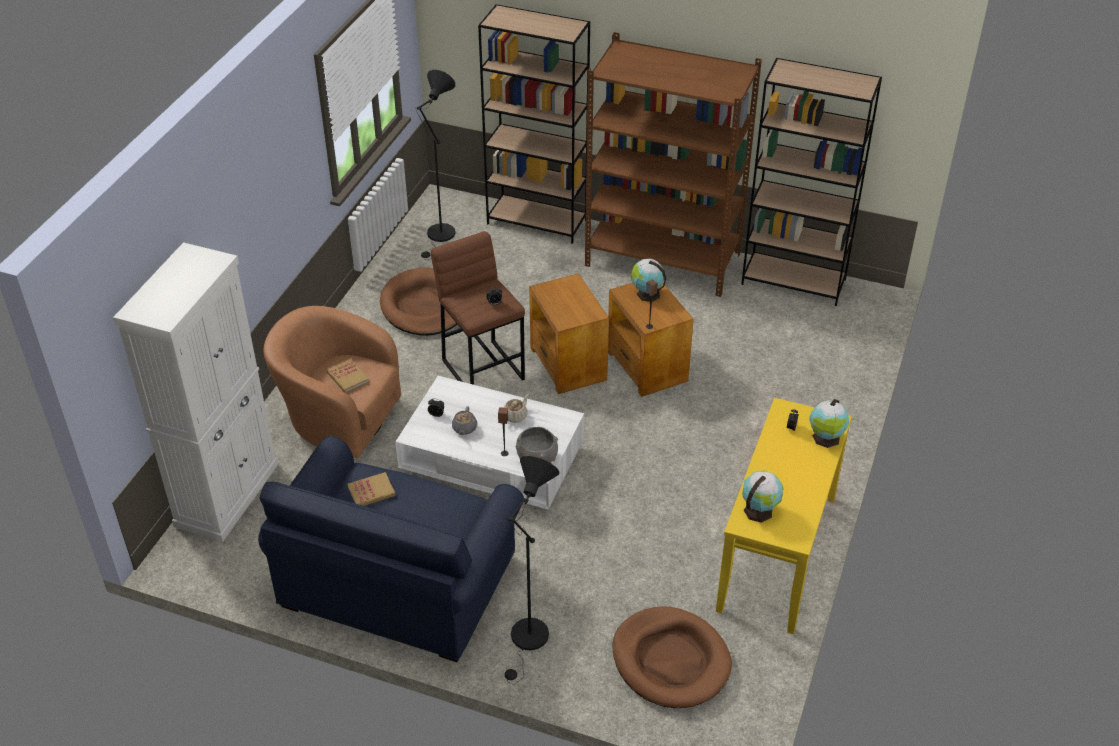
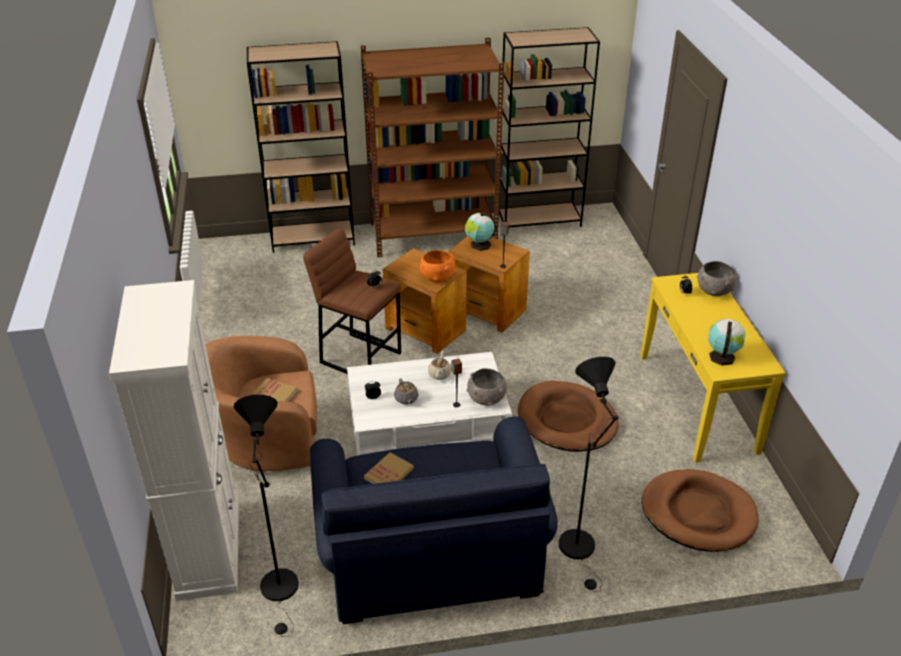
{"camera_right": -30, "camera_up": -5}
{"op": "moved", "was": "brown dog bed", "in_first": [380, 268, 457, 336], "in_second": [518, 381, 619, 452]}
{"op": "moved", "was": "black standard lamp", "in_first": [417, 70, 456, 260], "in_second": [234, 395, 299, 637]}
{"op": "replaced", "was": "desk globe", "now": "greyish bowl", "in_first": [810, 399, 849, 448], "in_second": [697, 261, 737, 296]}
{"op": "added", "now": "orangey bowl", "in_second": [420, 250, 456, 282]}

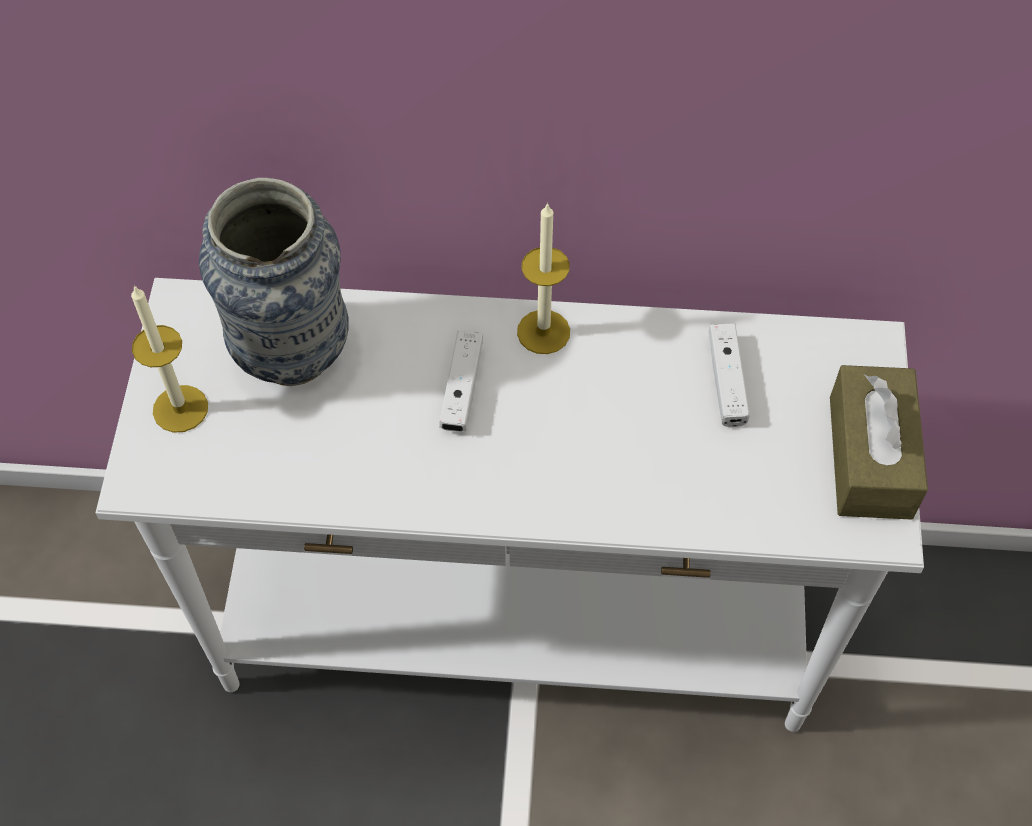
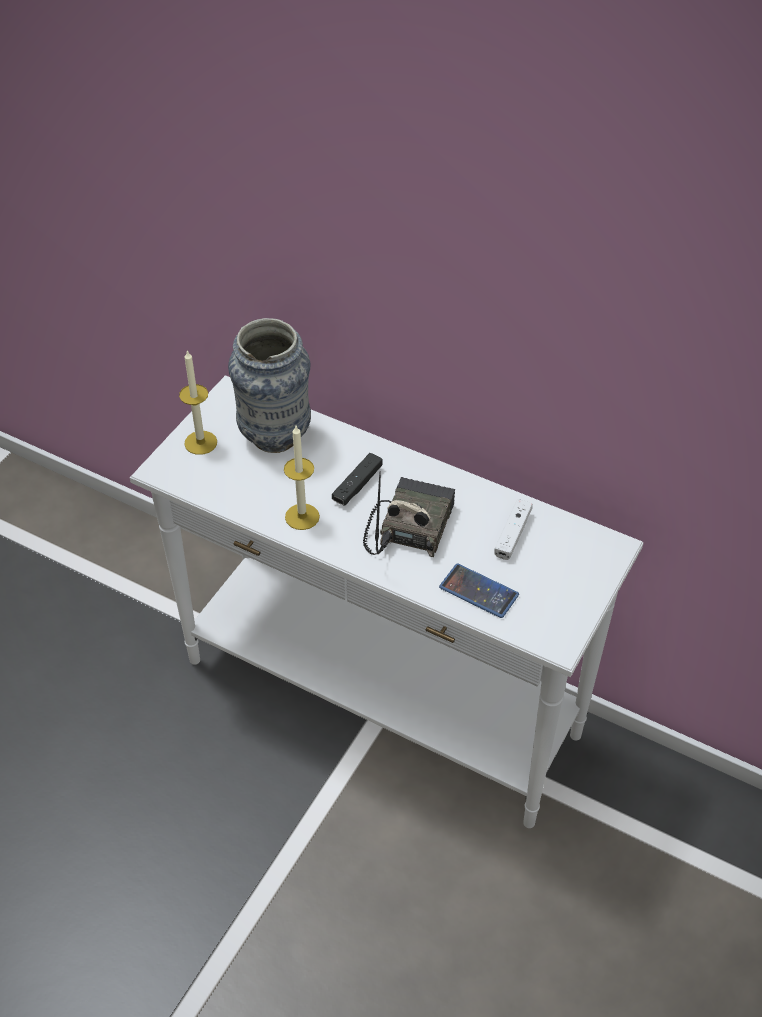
{"camera_right": 25, "camera_up": -10}
{"op": "recoloured", "was": "white-coloured joypad", "now": "black joypad", "in_first": [439, 330, 483, 432], "in_second": [332, 453, 383, 505]}
{"op": "moved", "was": "wax light", "in_first": [517, 202, 570, 354], "in_second": [284, 426, 320, 530]}
{"op": "removed", "was": "brown box of tissues", "in_first": [830, 365, 928, 520]}
{"op": "added", "now": "radio receiver", "in_second": [363, 472, 455, 557]}
{"op": "added", "now": "phone", "in_second": [439, 564, 519, 618]}

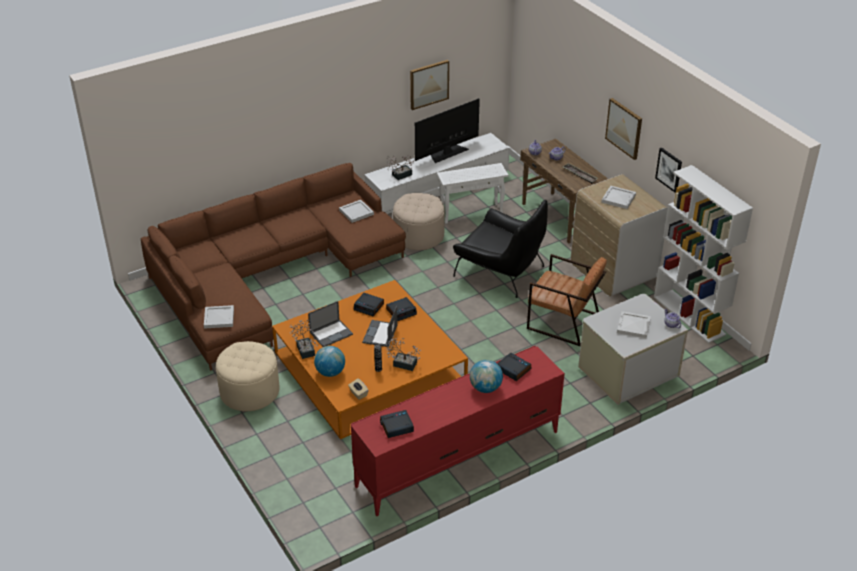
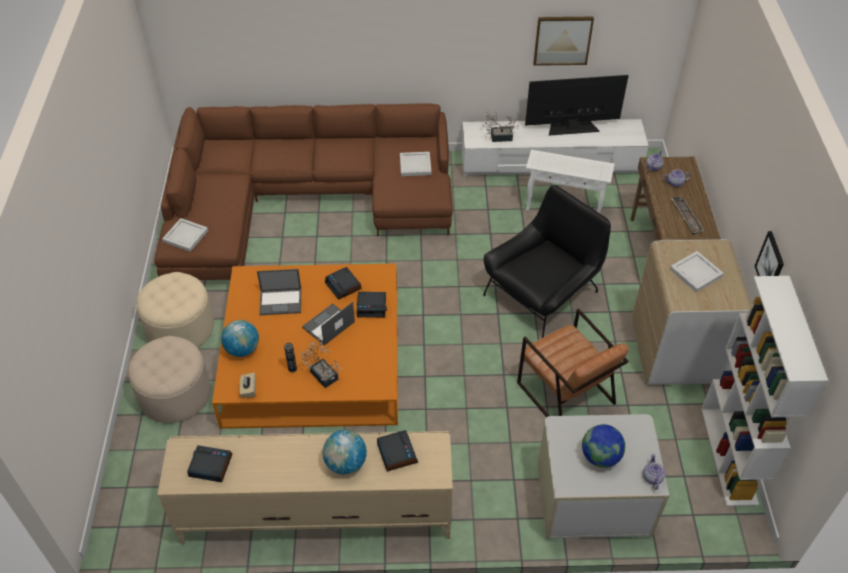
{"camera_right": 30, "camera_up": 10}
{"op": "removed", "was": "houseplant", "in_first": [289, 320, 318, 359]}
{"op": "recoloured", "was": "reddish cabinet", "now": "beige-coloured cabinet", "in_first": [351, 346, 565, 516], "in_second": [157, 431, 453, 545]}
{"op": "moved", "was": "beige-coloured footrest", "in_first": [393, 193, 445, 250], "in_second": [128, 336, 211, 423]}
{"op": "turned", "was": "black easy chair", "in_first": [453, 200, 548, 298], "in_second": [483, 185, 611, 338], "clockwise": -105}
{"op": "removed", "was": "picture", "in_first": [605, 98, 642, 160]}
{"op": "replaced", "was": "white-coloured carrying tray", "now": "desk globe", "in_first": [617, 311, 651, 338], "in_second": [582, 424, 625, 468]}

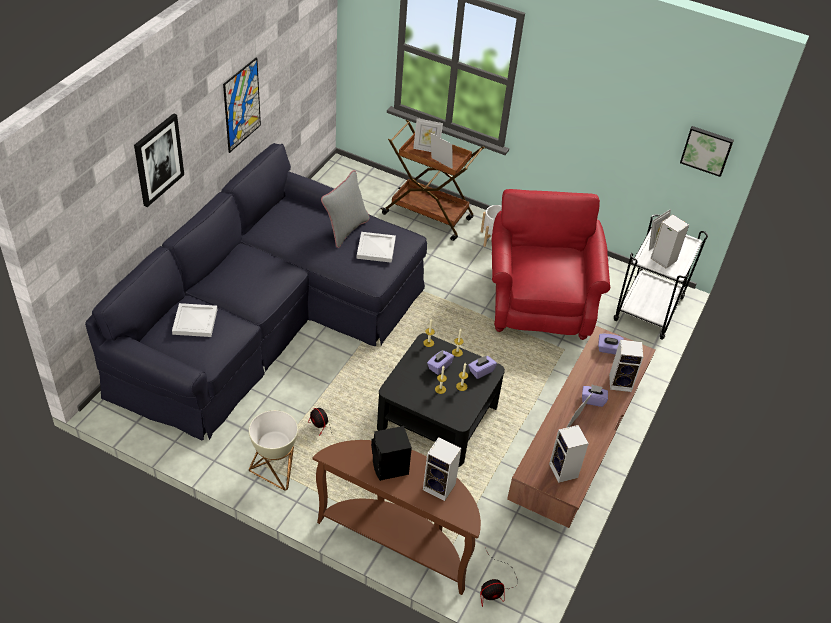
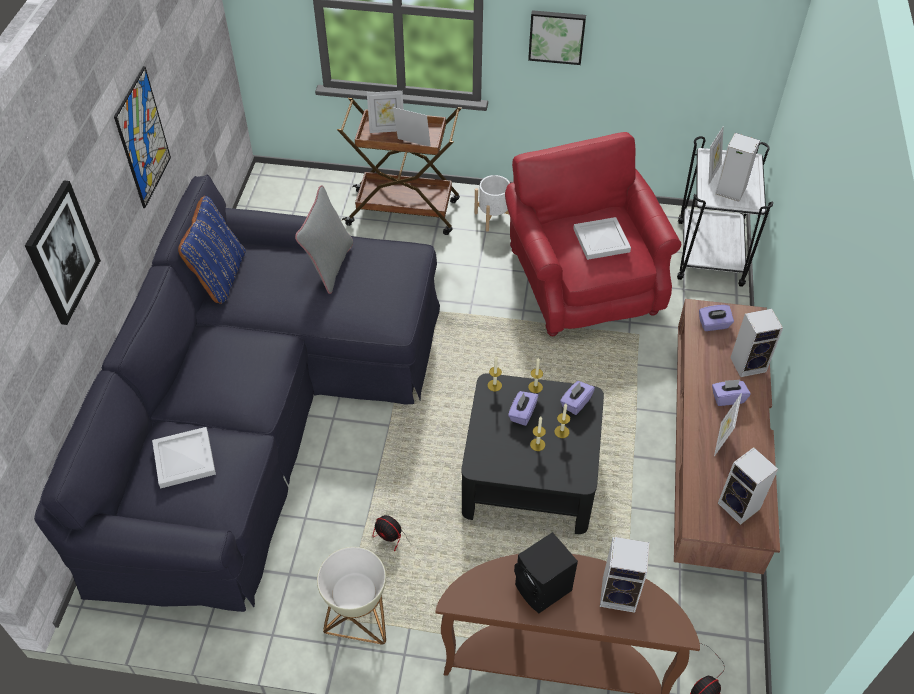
{"camera_right": -15, "camera_up": 5}
{"op": "moved", "was": "white-coloured carrying tray", "in_first": [357, 232, 396, 263], "in_second": [573, 217, 631, 260]}
{"op": "moved", "was": "picture", "in_first": [680, 126, 734, 177], "in_second": [528, 10, 586, 65]}
{"op": "added", "now": "blue pillow", "in_second": [178, 196, 246, 304]}

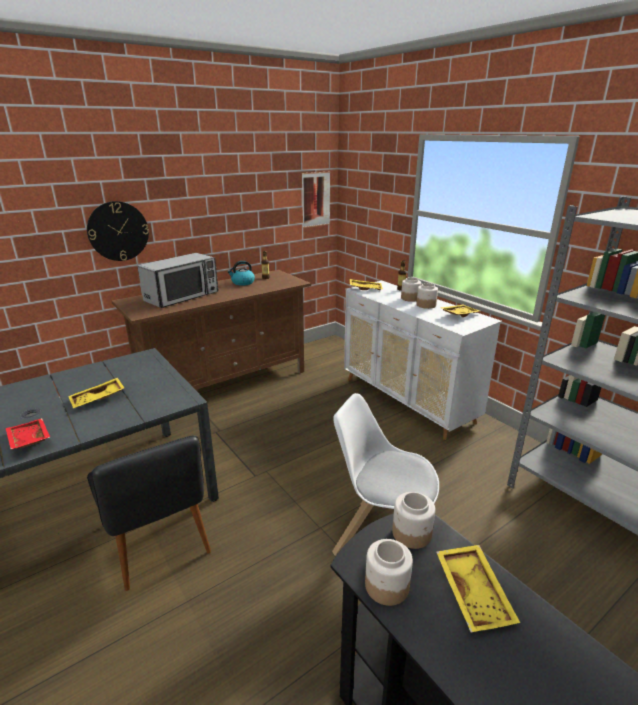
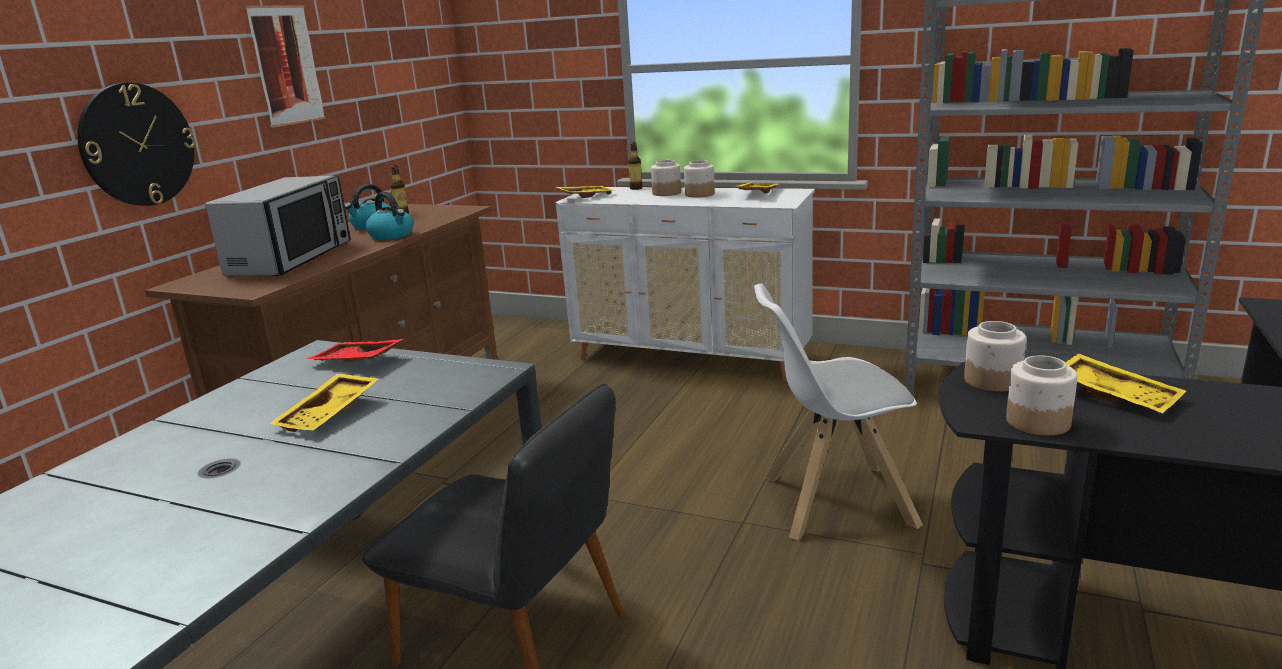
{"camera_right": -30, "camera_up": -5}
{"op": "moved", "was": "reddish carrying tray", "in_first": [6, 418, 50, 449], "in_second": [307, 339, 403, 362]}
{"op": "moved", "was": "picture", "in_first": [302, 171, 330, 228], "in_second": [245, 5, 326, 128]}
{"op": "added", "now": "water kettle", "in_second": [366, 192, 413, 240]}

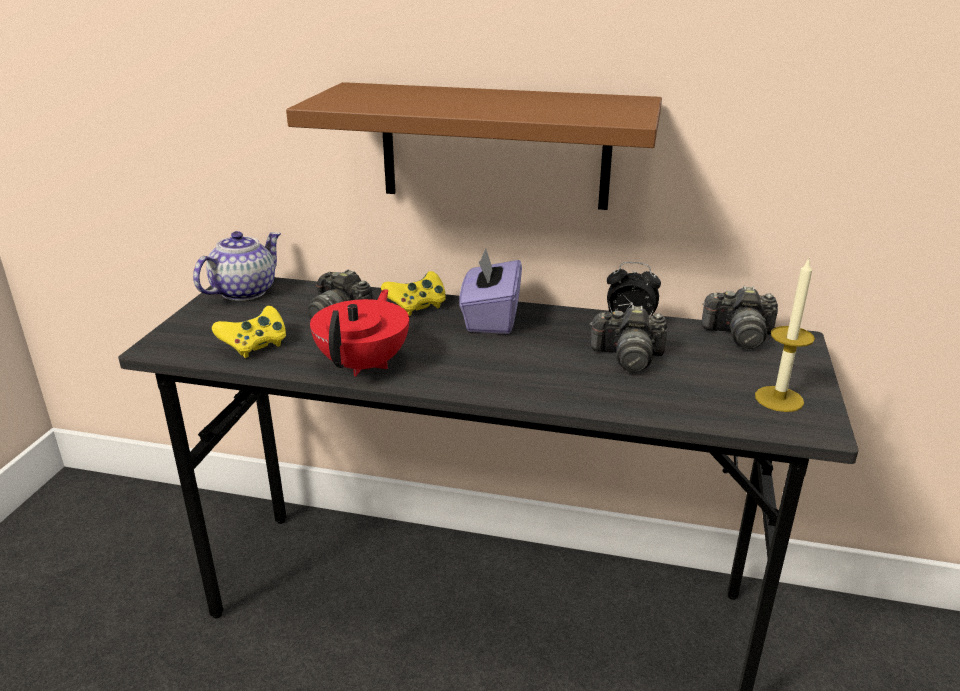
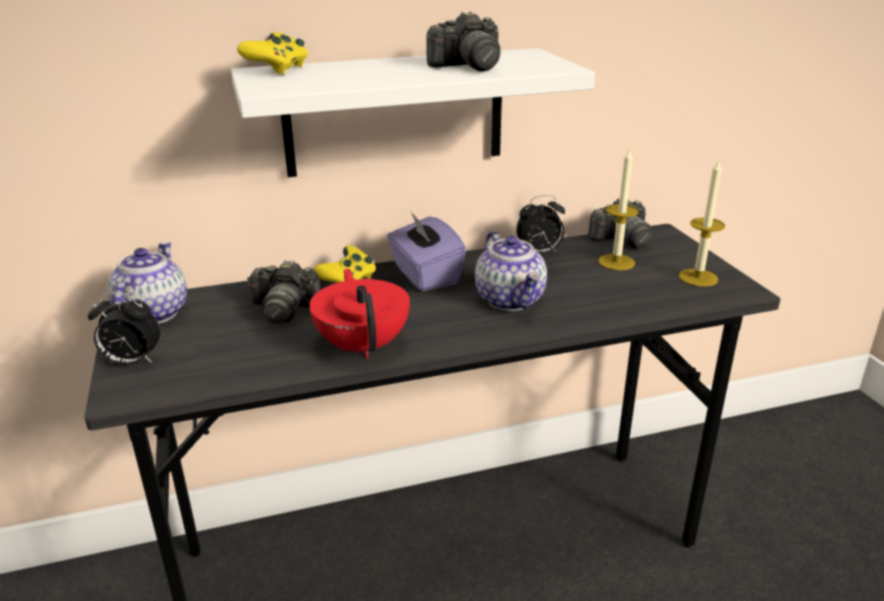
{"camera_right": -30, "camera_up": 0}
{"op": "moved", "was": "yellowish joypad", "in_first": [212, 306, 286, 358], "in_second": [237, 32, 308, 75]}
{"op": "recoloured", "was": "brown wall shelf", "now": "white-coloured wall shelf", "in_first": [286, 82, 662, 210], "in_second": [231, 48, 595, 177]}
{"op": "moved", "was": "photo camera", "in_first": [589, 305, 667, 372], "in_second": [426, 11, 501, 72]}
{"op": "added", "now": "bedside clock", "in_second": [88, 292, 160, 364]}
{"op": "added", "now": "tea pot", "in_second": [475, 231, 547, 311]}
{"op": "added", "now": "wax light", "in_second": [598, 147, 639, 270]}

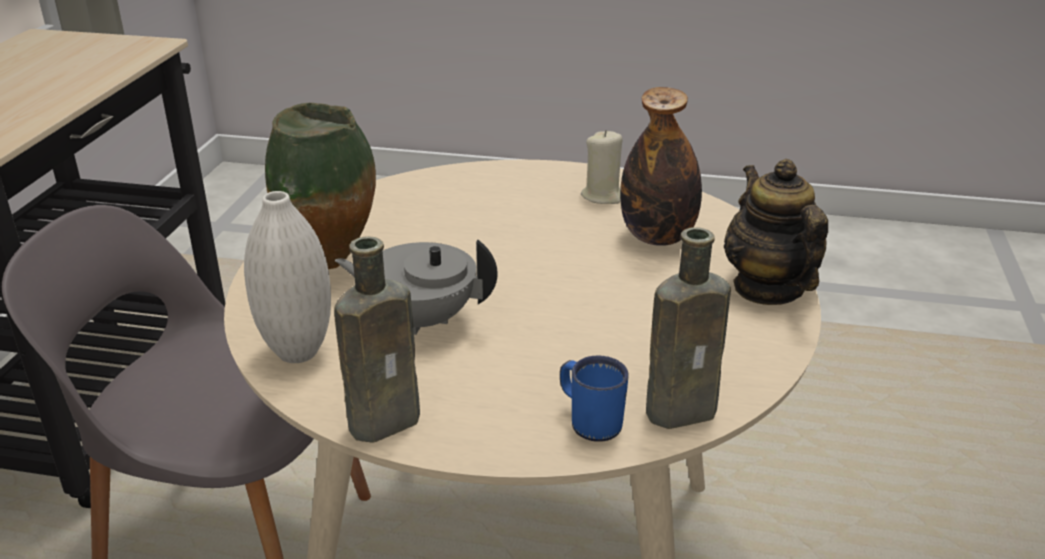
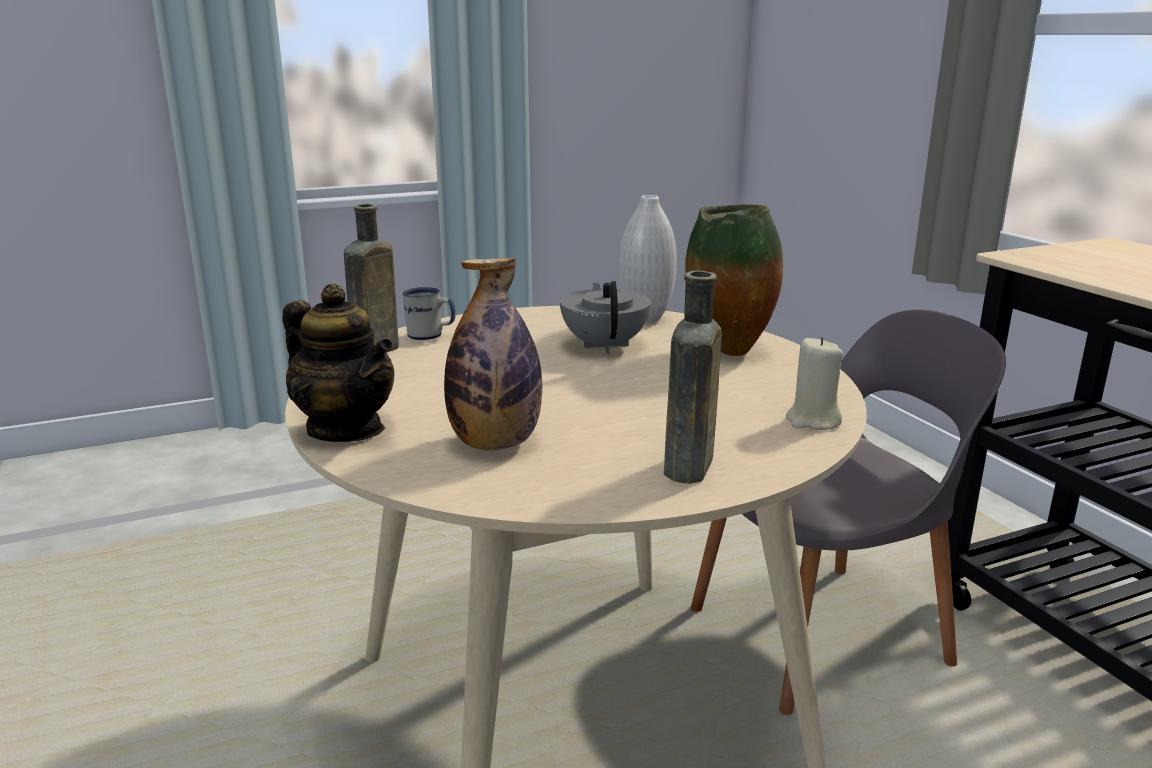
{"camera_right": 145, "camera_up": -10}
{"op": "moved", "was": "brown bottle", "in_first": [334, 236, 420, 443], "in_second": [664, 271, 722, 484]}
{"op": "turned", "was": "greyish tea pot", "in_first": [335, 240, 498, 335], "in_second": [560, 281, 651, 353], "clockwise": -75}
{"op": "recoloured", "was": "blue coffee mug", "now": "white-coloured coffee mug", "in_first": [560, 356, 629, 442], "in_second": [403, 287, 456, 340]}
{"op": "moved", "was": "beige-coloured wax light", "in_first": [581, 130, 623, 204], "in_second": [786, 337, 843, 430]}

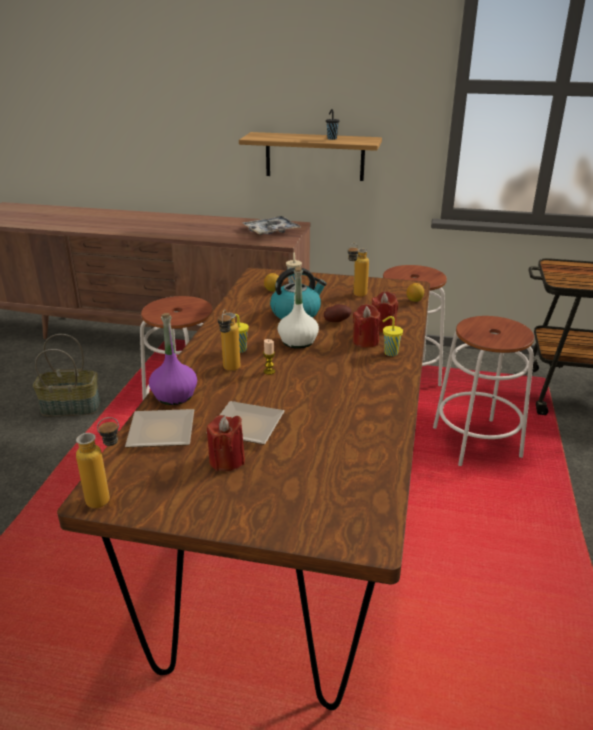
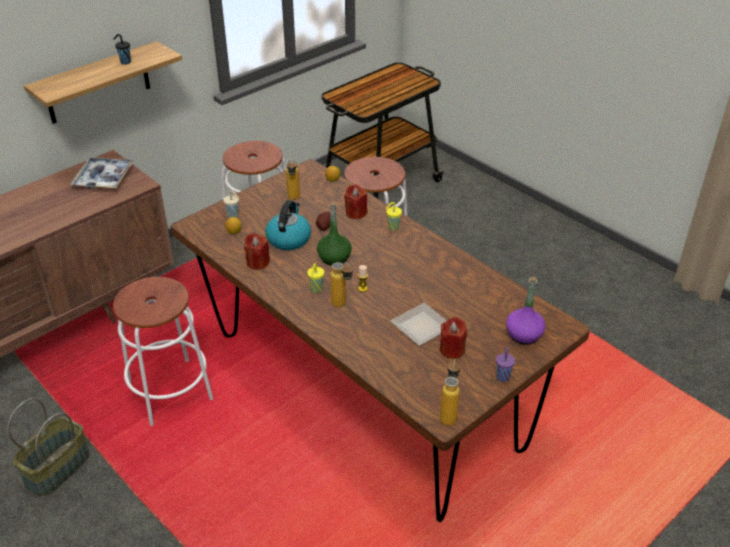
{"camera_right": -55, "camera_up": 10}
{"op": "removed", "was": "dinner plate", "in_first": [125, 409, 194, 448]}
{"op": "moved", "was": "purplish bottle", "in_first": [149, 313, 197, 405], "in_second": [506, 277, 545, 345]}
{"op": "recoloured", "was": "white-coloured bottle", "now": "green bottle", "in_first": [278, 267, 319, 349], "in_second": [317, 202, 352, 266]}
{"op": "moved", "was": "reddish wax light", "in_first": [353, 304, 381, 348], "in_second": [244, 233, 270, 270]}
{"op": "added", "now": "purplish small cup", "in_second": [496, 347, 515, 382]}

